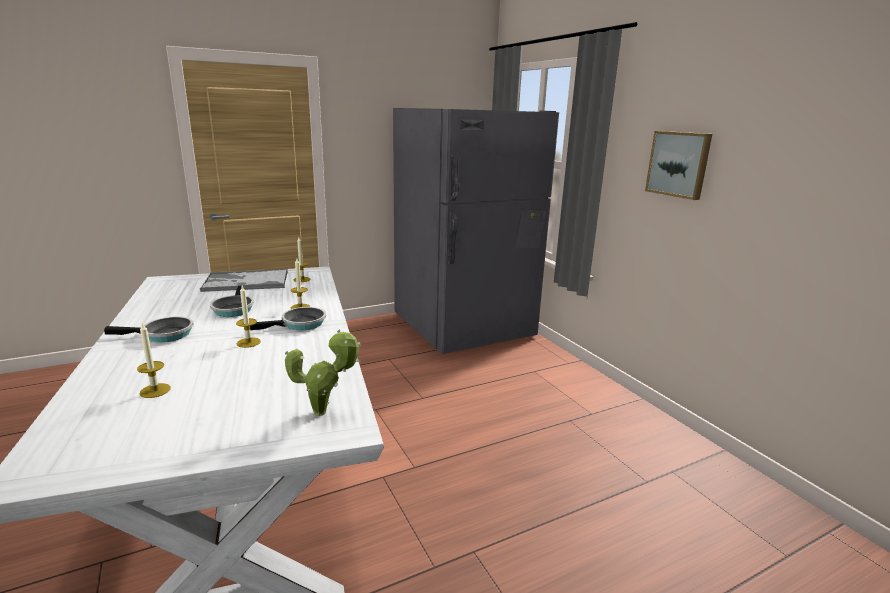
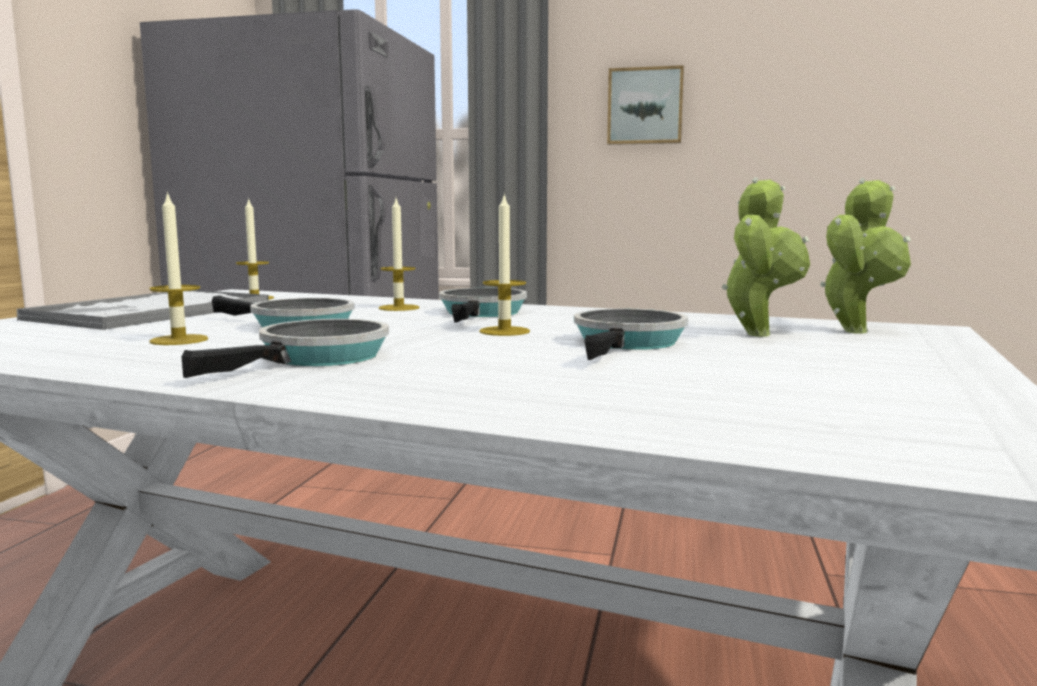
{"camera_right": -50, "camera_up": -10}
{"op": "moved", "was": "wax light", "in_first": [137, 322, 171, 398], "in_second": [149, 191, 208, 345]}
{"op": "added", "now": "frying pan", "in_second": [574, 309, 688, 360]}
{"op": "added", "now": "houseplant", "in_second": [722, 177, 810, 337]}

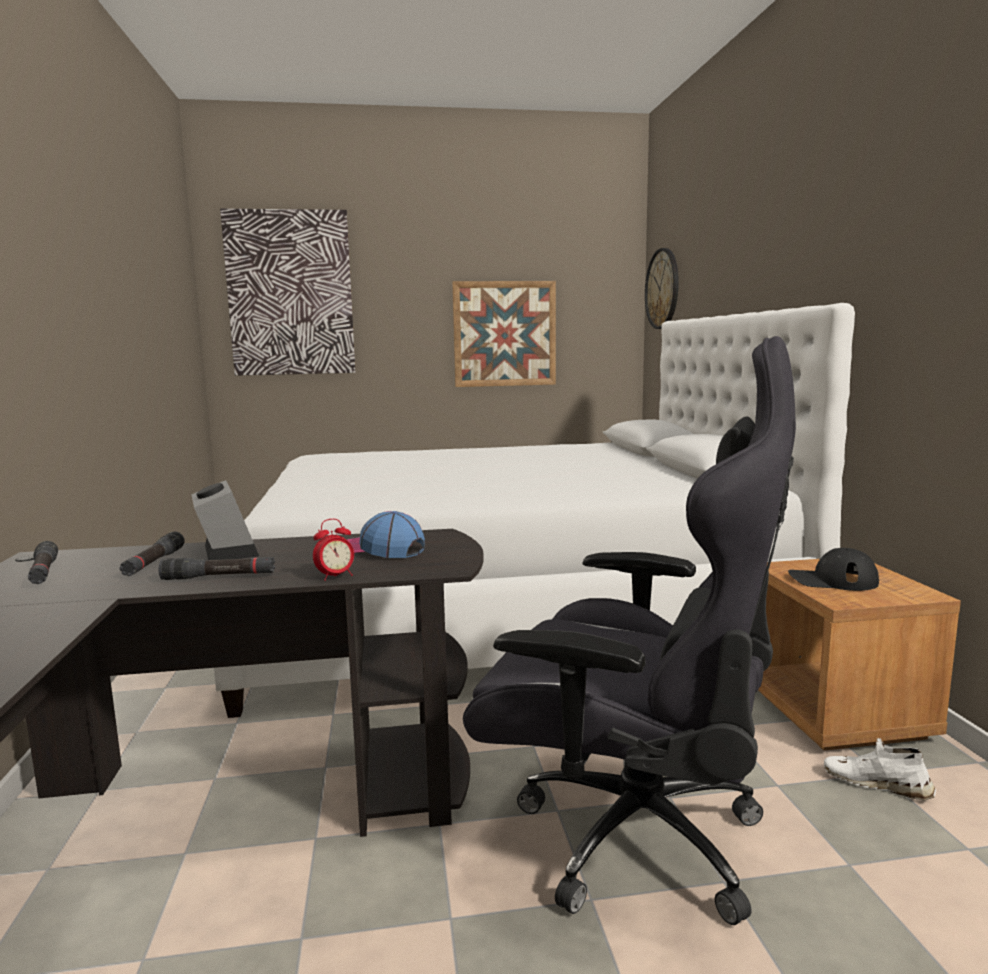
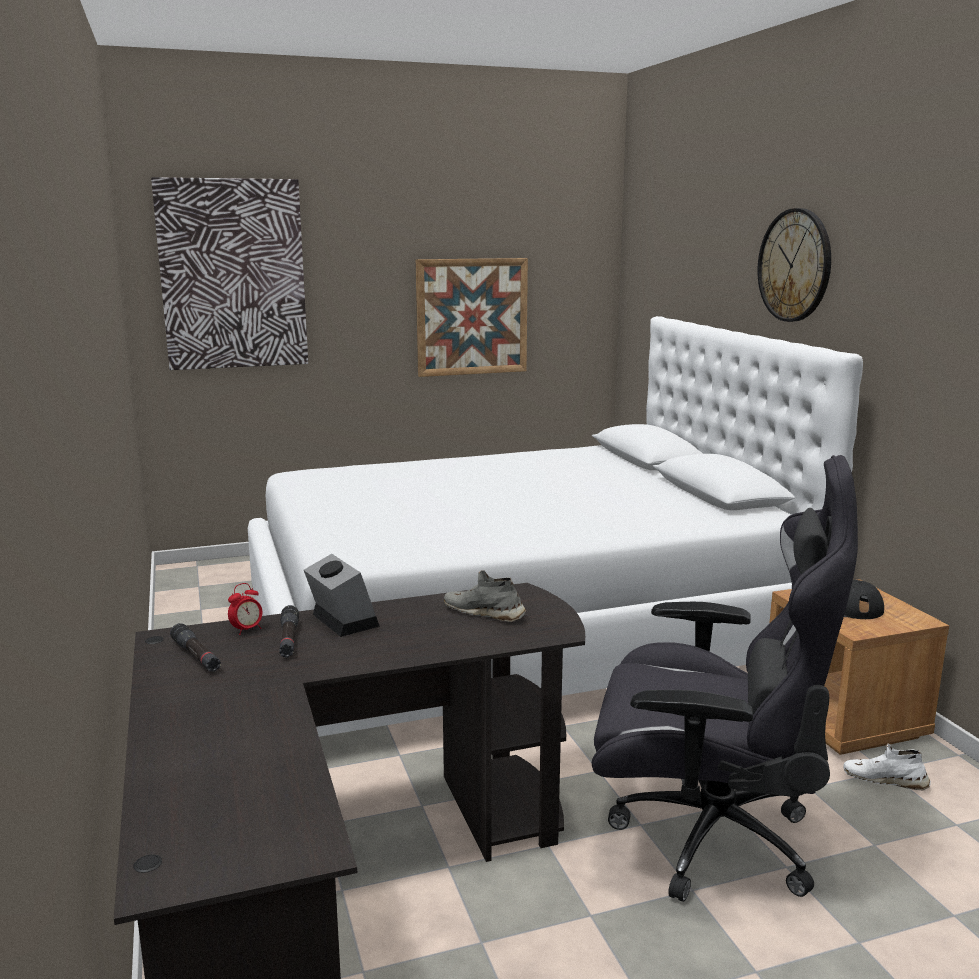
{"camera_right": -10, "camera_up": 5}
{"op": "removed", "was": "black hand torch", "in_first": [159, 557, 275, 580]}
{"op": "moved", "was": "bedside clock", "in_first": [313, 519, 354, 581], "in_second": [228, 583, 262, 635]}
{"op": "replaced", "was": "peaked cap", "now": "greyish item of footwear", "in_first": [347, 511, 425, 558], "in_second": [444, 571, 526, 622]}
{"op": "moved", "was": "wall clock", "in_first": [645, 248, 679, 329], "in_second": [758, 208, 831, 322]}

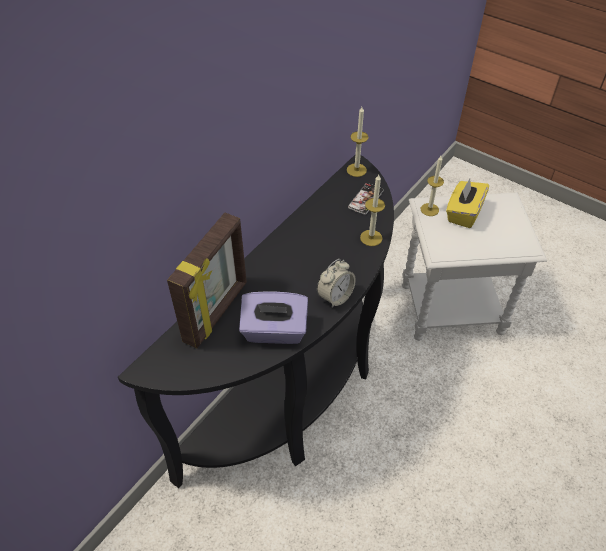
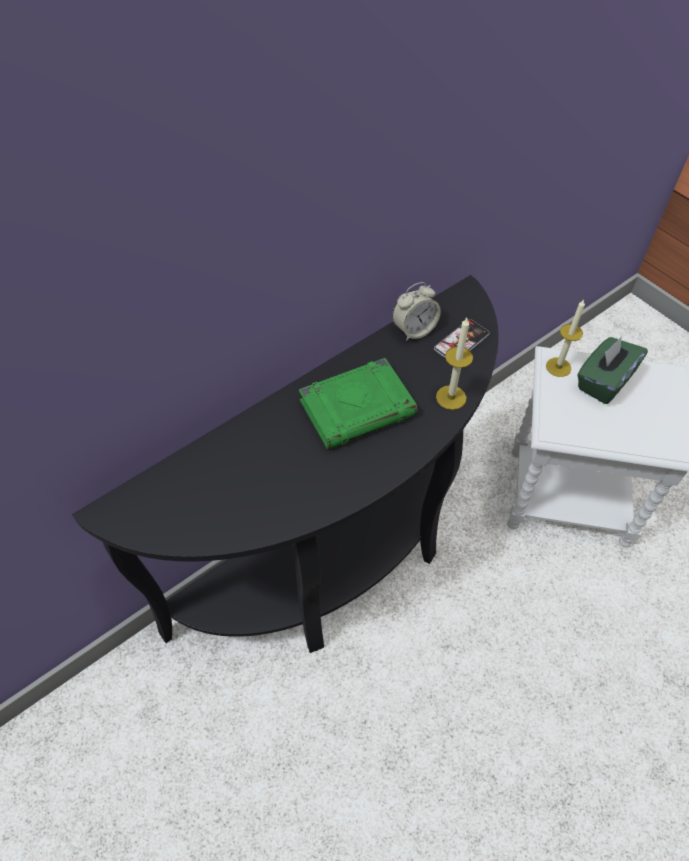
{"camera_right": 15, "camera_up": 5}
{"op": "removed", "was": "standing frame", "in_first": [167, 213, 247, 348]}
{"op": "removed", "was": "purplish box of tissues", "in_first": [239, 291, 308, 344]}
{"op": "moved", "was": "bedside clock", "in_first": [317, 259, 356, 308], "in_second": [392, 282, 441, 341]}
{"op": "removed", "was": "wax light", "in_first": [347, 107, 368, 177]}
{"op": "recoloured", "was": "yellowish box of tissues", "now": "green box of tissues", "in_first": [446, 178, 489, 228], "in_second": [577, 337, 648, 404]}
{"op": "added", "now": "green book", "in_second": [299, 358, 418, 449]}

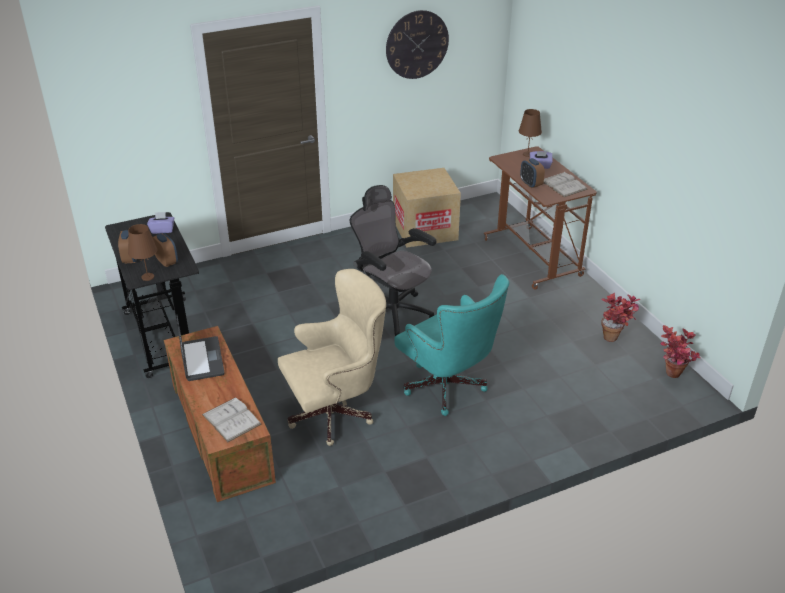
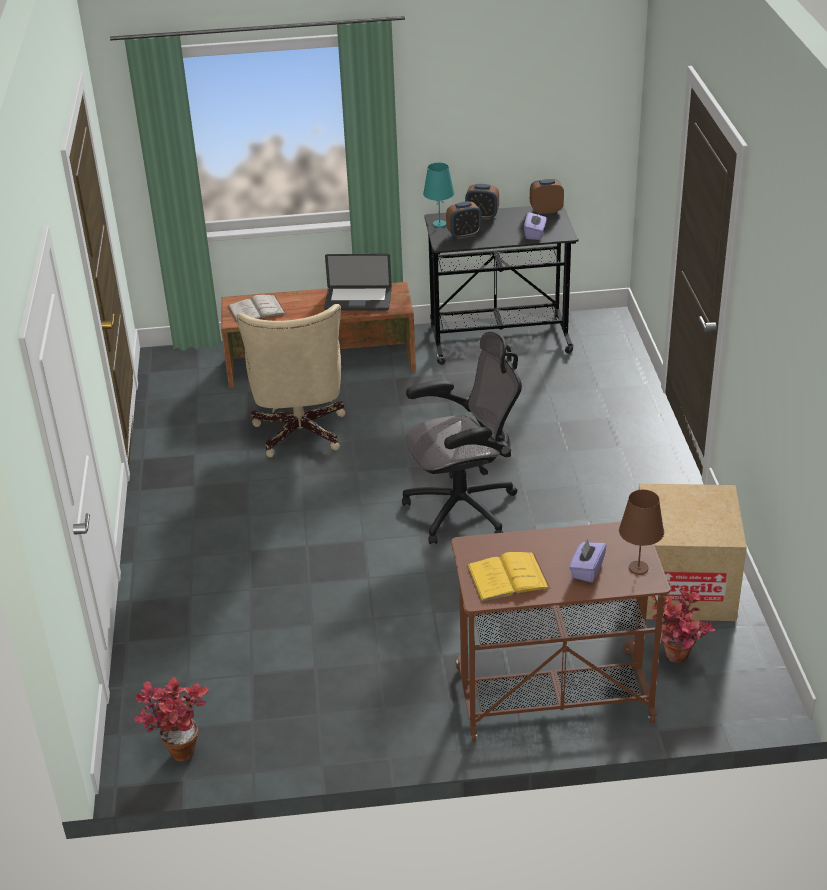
{"camera_right": 110, "camera_up": 0}
{"op": "recoloured", "was": "brown tabletop lamp", "now": "turquoise tabletop lamp", "in_first": [128, 224, 158, 281], "in_second": [423, 162, 455, 228]}
{"op": "removed", "was": "wall clock", "in_first": [386, 10, 449, 79]}
{"op": "removed", "was": "turquoise office chair", "in_first": [394, 274, 509, 416]}
{"op": "moved", "was": "bedside clock", "in_first": [520, 158, 545, 188], "in_second": [530, 179, 564, 214]}
{"op": "recoloured", "was": "white-coloured book", "now": "yellowish book", "in_first": [543, 172, 588, 197], "in_second": [466, 552, 550, 602]}
{"op": "moved", "was": "houseplant", "in_first": [601, 293, 640, 342], "in_second": [652, 590, 715, 663]}

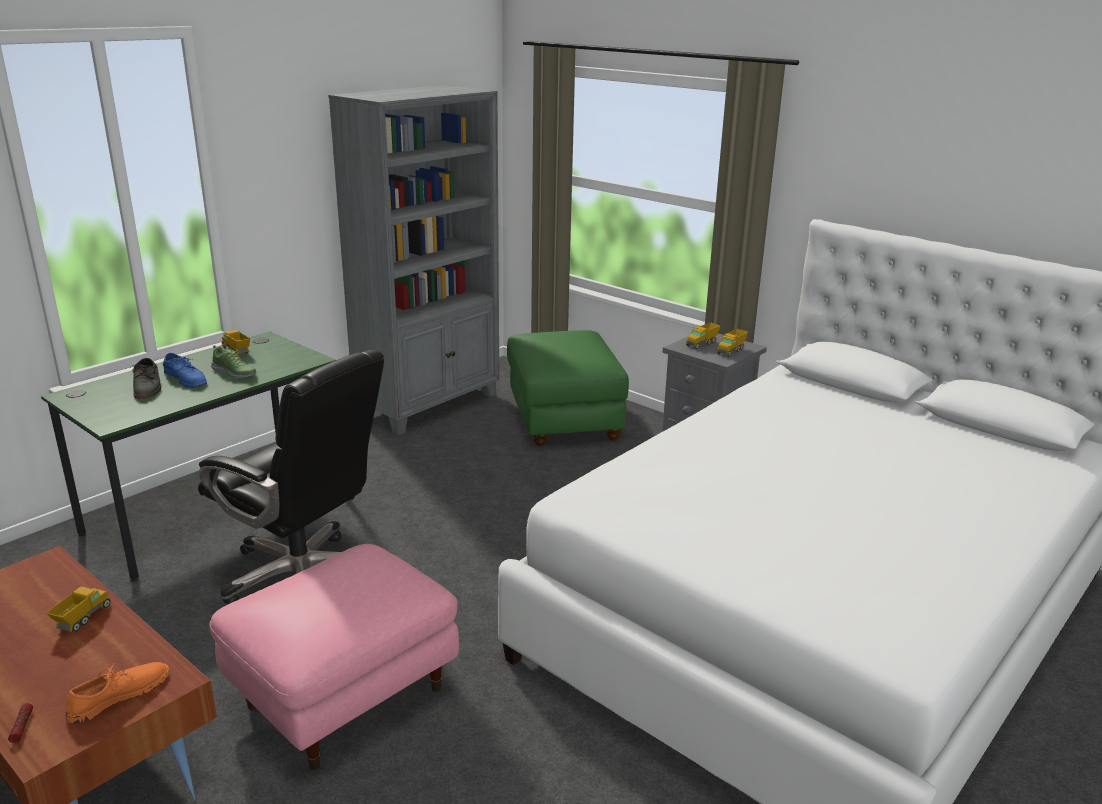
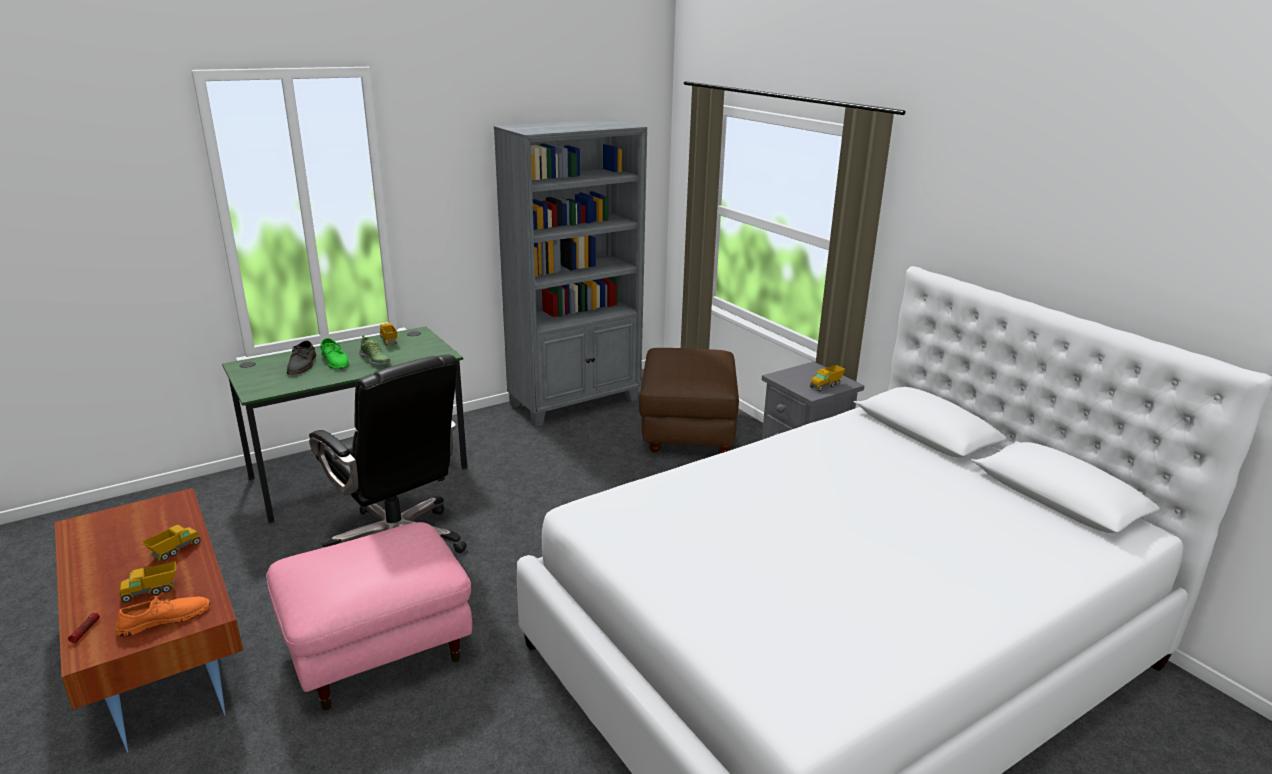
{"camera_right": 15, "camera_up": 0}
{"op": "recoloured", "was": "blue item of footwear", "now": "green item of footwear", "in_first": [163, 353, 207, 388], "in_second": [320, 338, 349, 370]}
{"op": "recoloured", "was": "green footrest", "now": "brown footrest", "in_first": [507, 330, 629, 446], "in_second": [639, 348, 739, 453]}
{"op": "moved", "was": "toy lorry", "in_first": [686, 323, 721, 349], "in_second": [120, 561, 176, 602]}

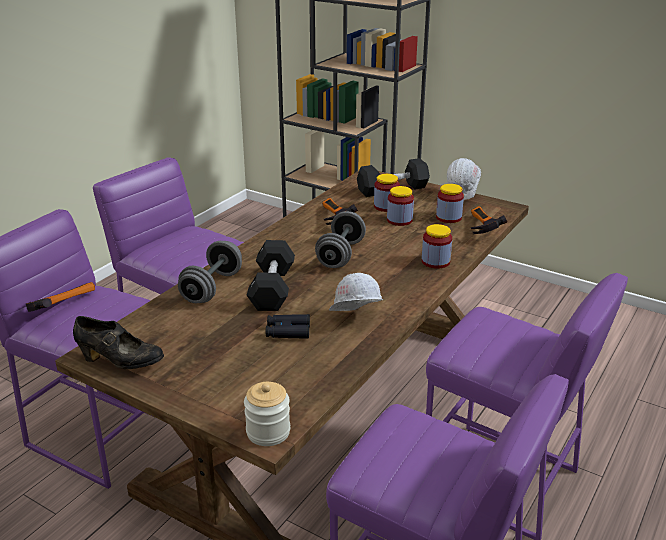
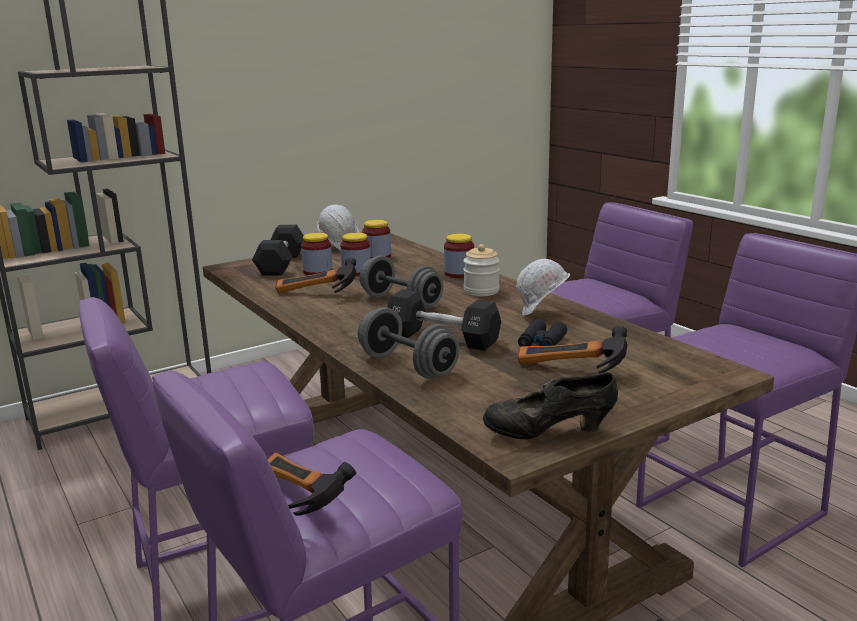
{"camera_right": -65, "camera_up": -10}
{"op": "turned", "was": "black item of footwear", "in_first": [73, 316, 164, 369], "in_second": [483, 372, 618, 439], "clockwise": -135}
{"op": "moved", "was": "jar", "in_first": [244, 382, 290, 446], "in_second": [463, 244, 500, 296]}
{"op": "moved", "was": "tool hammer", "in_first": [471, 206, 507, 234], "in_second": [517, 326, 627, 373]}

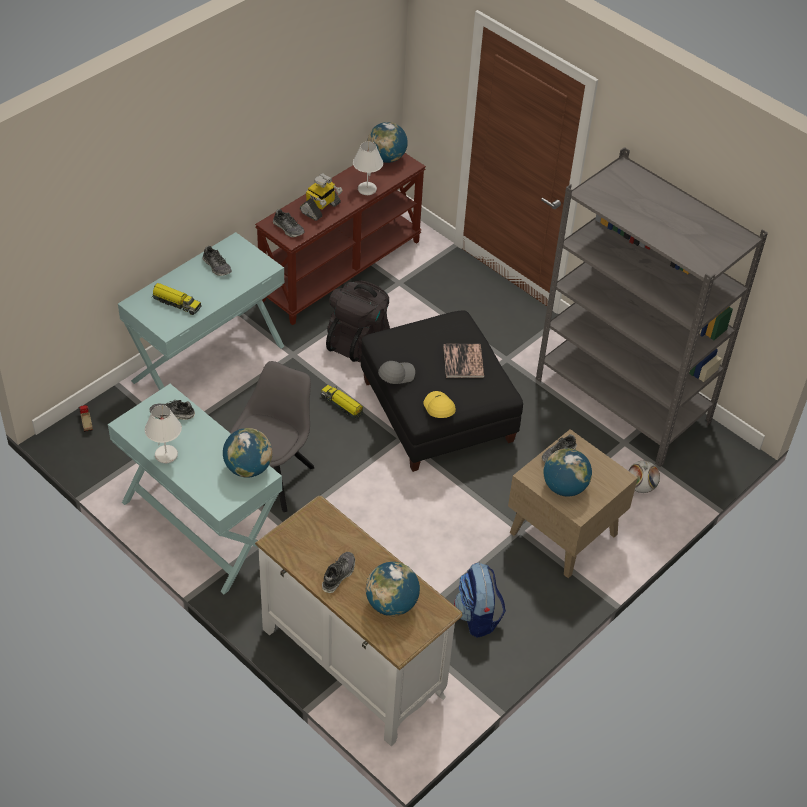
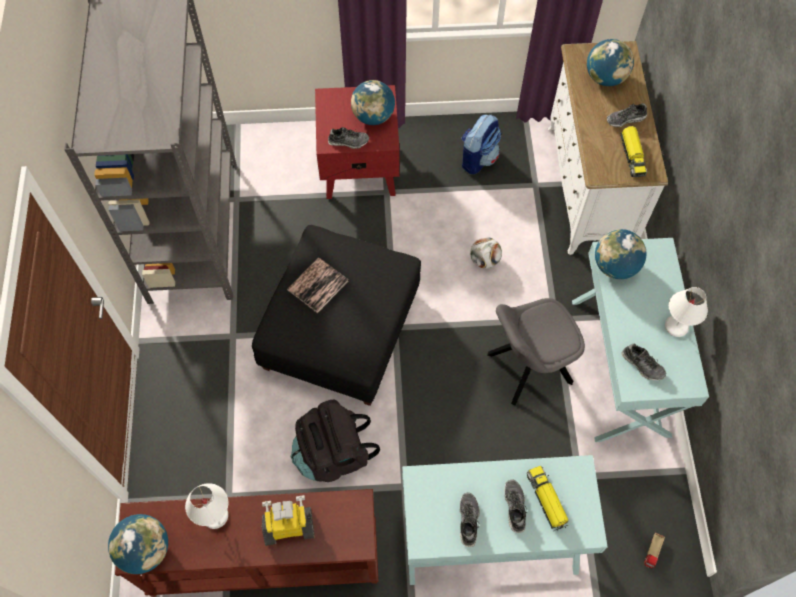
{"camera_right": -135, "camera_up": 15}
{"op": "moved", "was": "item of footwear", "in_first": [273, 209, 305, 237], "in_second": [504, 479, 527, 533]}
{"op": "moved", "was": "toy lorry", "in_first": [321, 385, 364, 420], "in_second": [621, 126, 647, 177]}
{"op": "removed", "was": "greyish peaked cap", "in_first": [378, 361, 415, 384]}
{"op": "removed", "was": "yellowish peaked cap", "in_first": [423, 391, 456, 418]}
{"op": "recoloured", "was": "beige-coloured nightstand", "now": "reddish nightstand", "in_first": [508, 429, 638, 578], "in_second": [315, 85, 400, 199]}
{"op": "moved", "was": "football", "in_first": [628, 461, 660, 493], "in_second": [470, 237, 502, 269]}

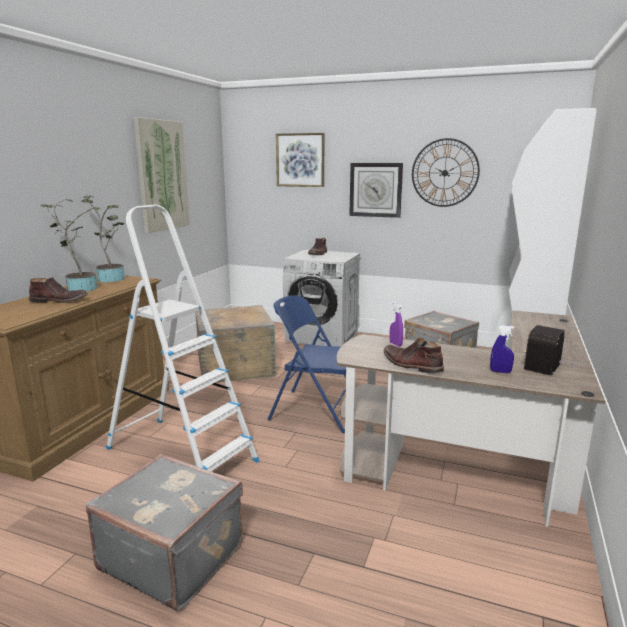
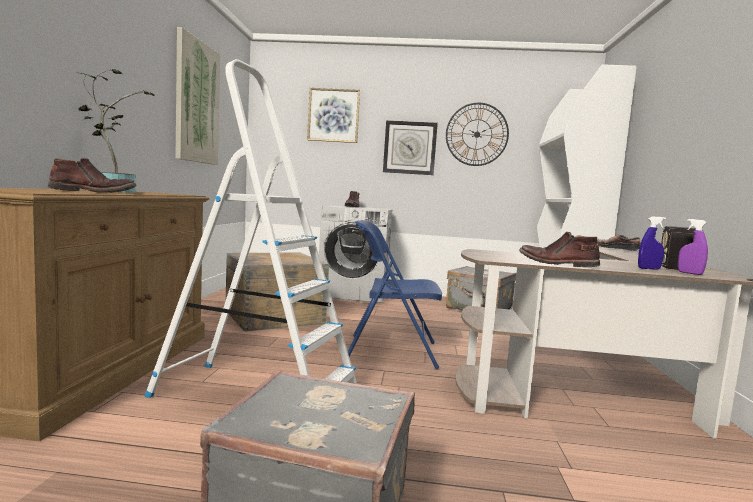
{"camera_right": -15, "camera_up": -10}
{"op": "removed", "was": "houseplant", "in_first": [81, 195, 125, 282]}
{"op": "moved", "was": "purplish sprayer", "in_first": [389, 302, 403, 347], "in_second": [678, 219, 708, 275]}
{"op": "added", "now": "item of footwear", "in_second": [597, 234, 640, 250]}

